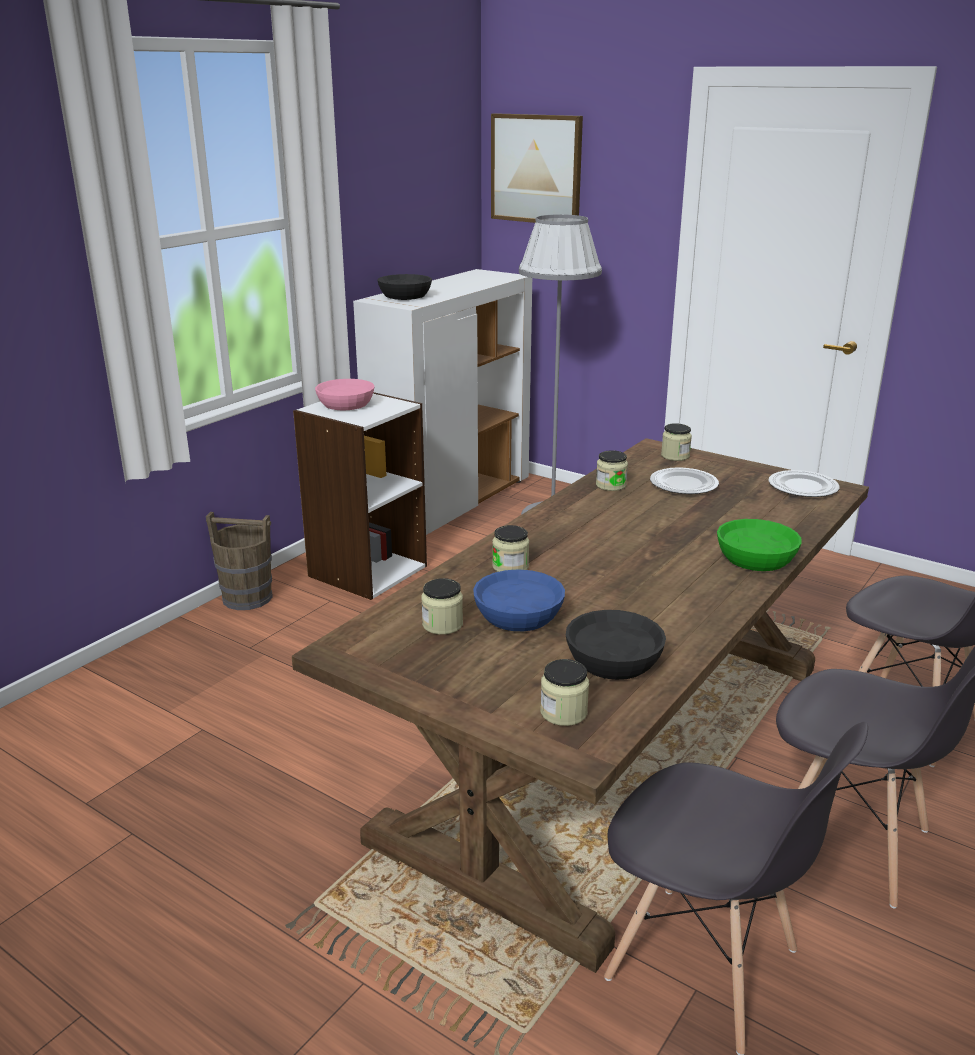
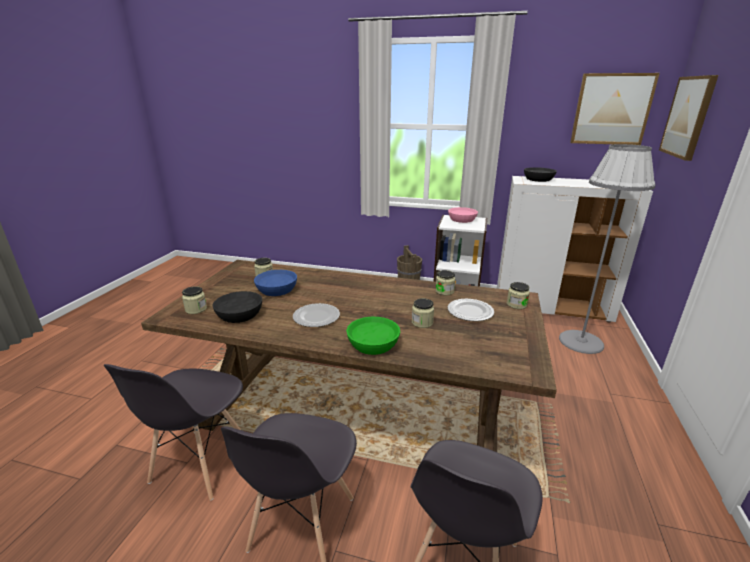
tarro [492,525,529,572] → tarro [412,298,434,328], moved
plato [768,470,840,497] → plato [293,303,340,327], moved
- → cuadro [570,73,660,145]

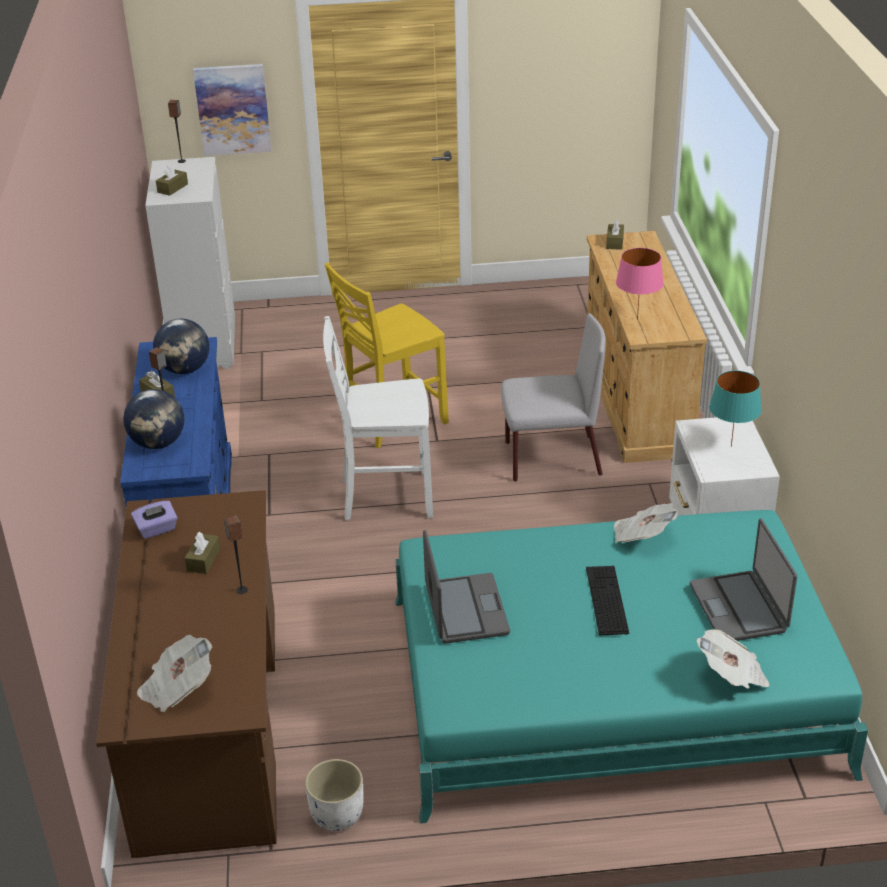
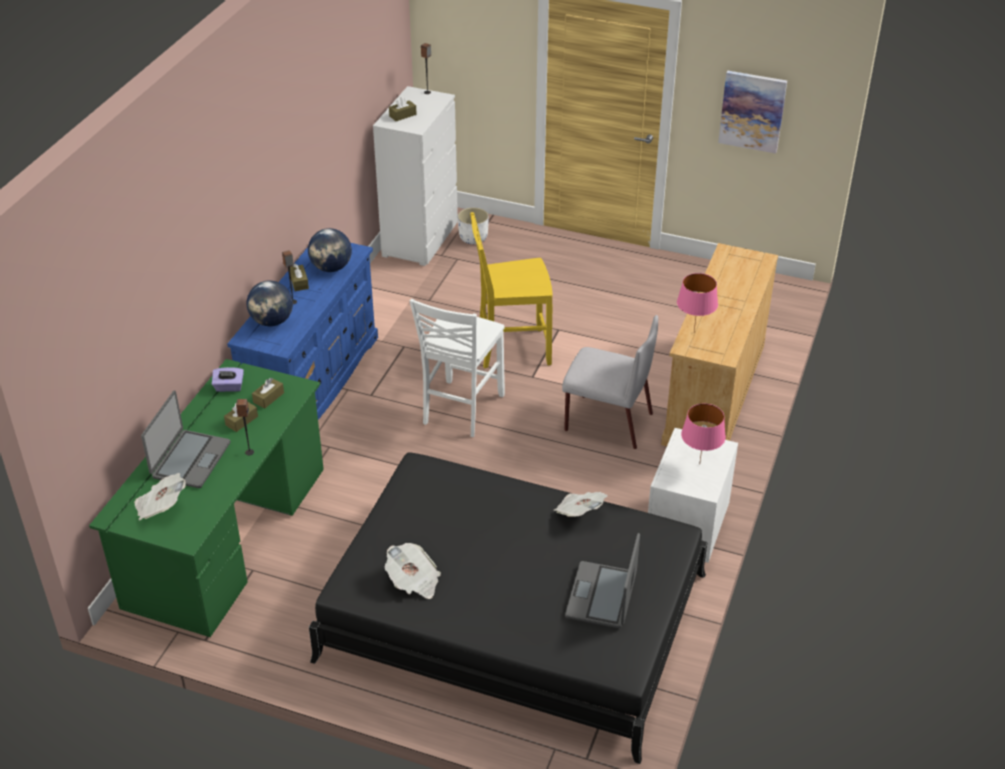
escritorio [marrón] [96,490,277,858] → escritorio [verde] [89,359,324,637]
cuadro [193,64,271,156] → cuadro [718,70,787,154], moved
maceta [blanco] [305,759,364,831] → maceta [blanco] [458,208,489,244], moved
silla [blanco] [323,316,433,520] → silla [blanco] [410,299,505,437], 90 degrees counterclockwise
cama [turquesa] [395,510,868,824] → cama [negro] [309,452,708,764]
portátil [423,530,510,644] → portátil [141,390,230,488], moved
teclado [586,566,629,636] → -
caja de pañuelos [marrón] [606,219,624,250] → caja de pañuelos [marrón] [252,378,284,409], moved
periódico [697,629,770,688] → periódico [384,543,441,599], moved
lámpara de mesa [turquesa] [709,371,762,447] → lámpara de mesa [rosa] [681,403,726,465]

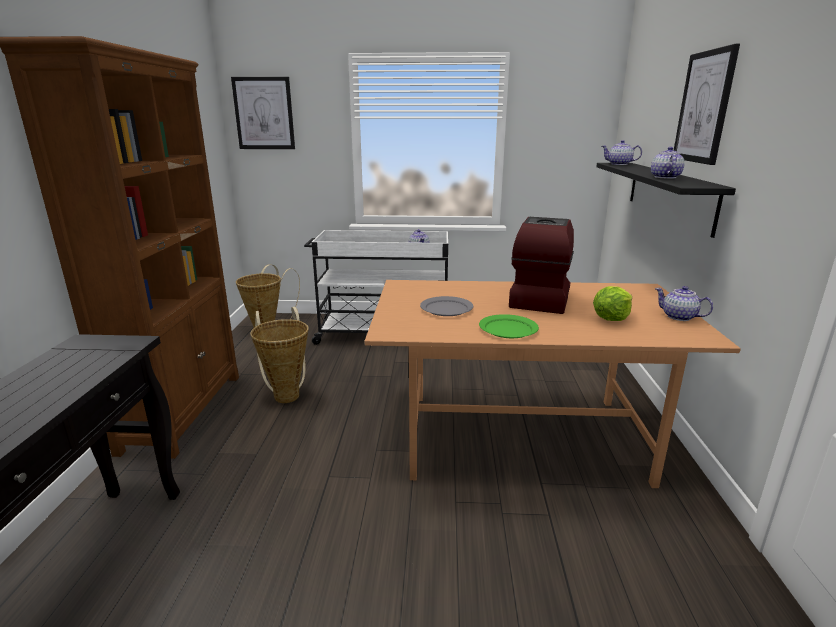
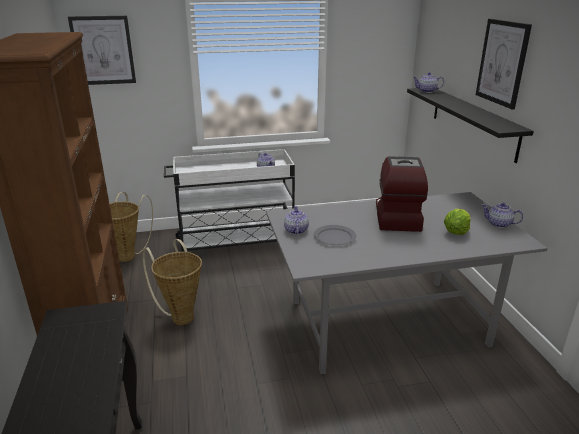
mesa de comedor [marrón] [365,280,741,488] → mesa de comedor [gris] [266,192,548,374]
plato [verde] [479,314,539,338] → -
tetera [651,147,685,178] → tetera [284,206,309,235], moved

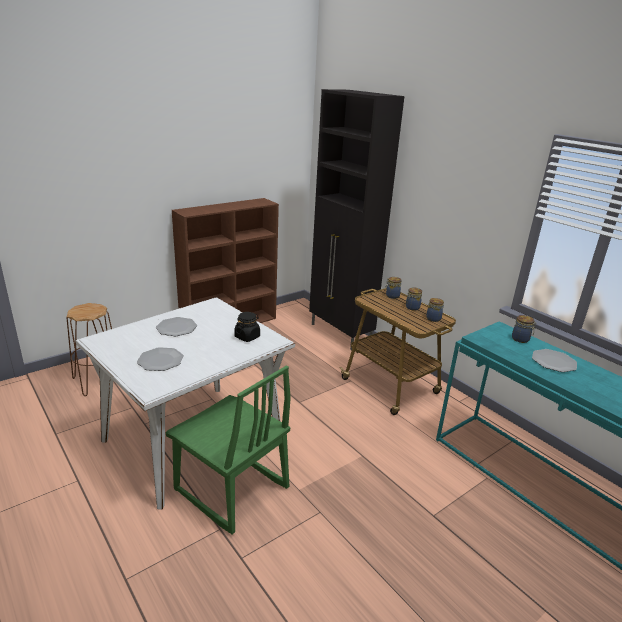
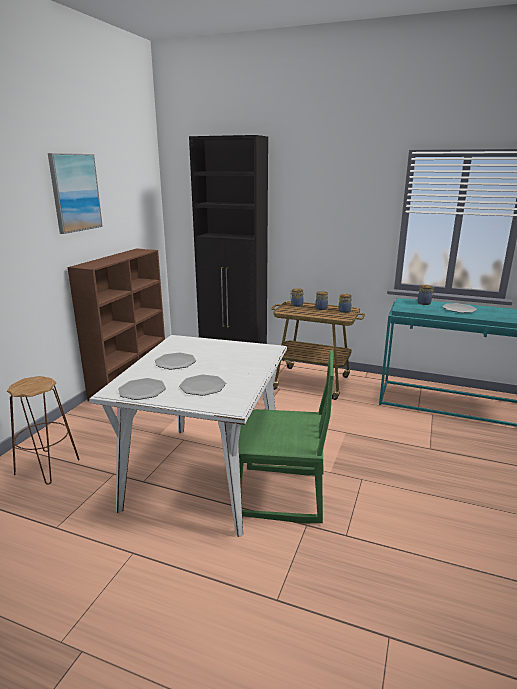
tarro [negro] [234,312,260,342] → -
- → cuadro [48,153,103,234]
- → plato [118,378,166,400]

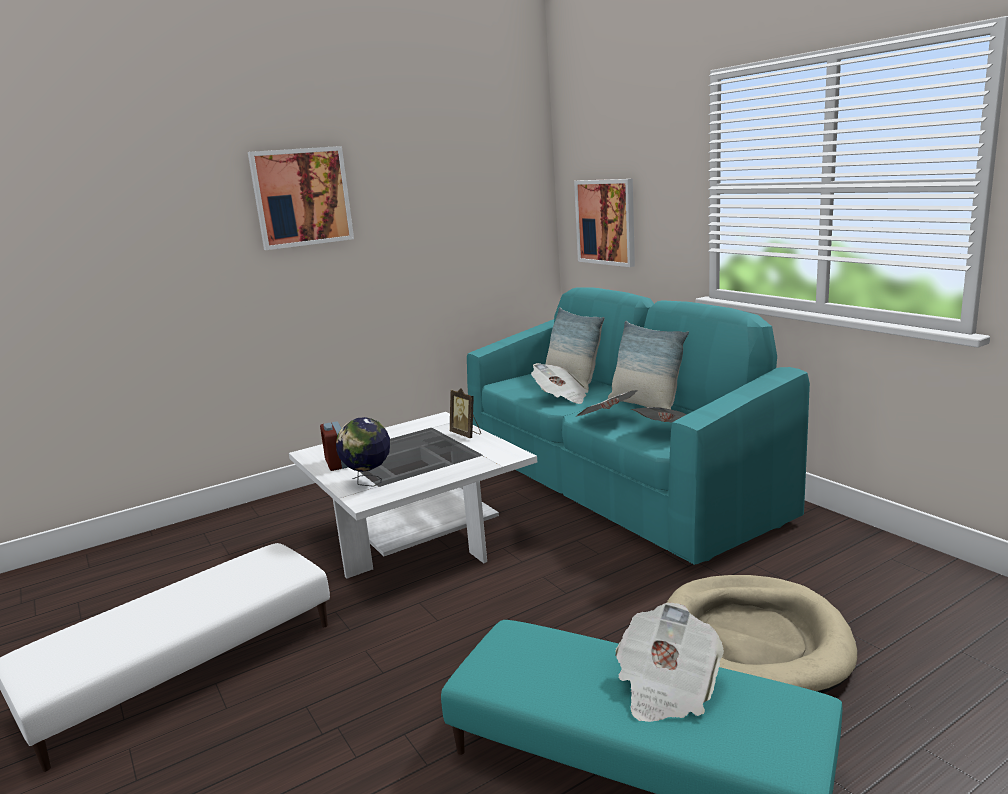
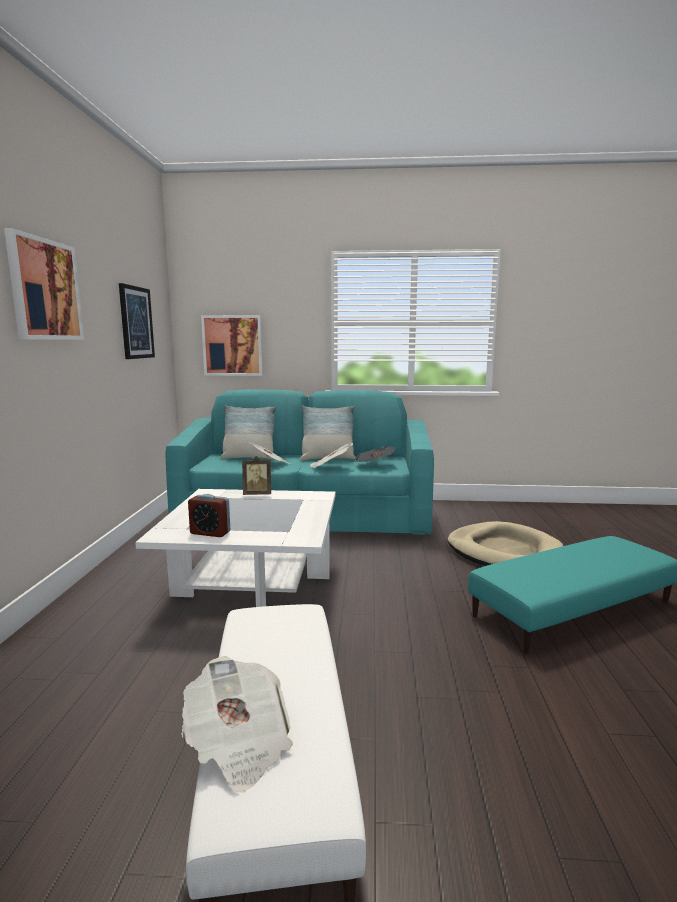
globo terráqueo [336,417,390,487] → -
periódico [615,603,724,722] → periódico [182,656,293,793], moved
- → cuadro [119,283,155,359]

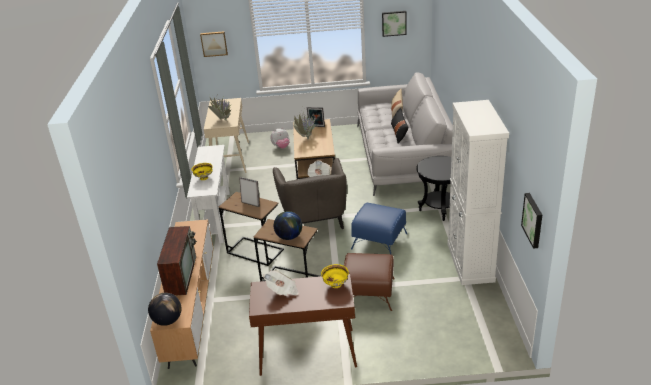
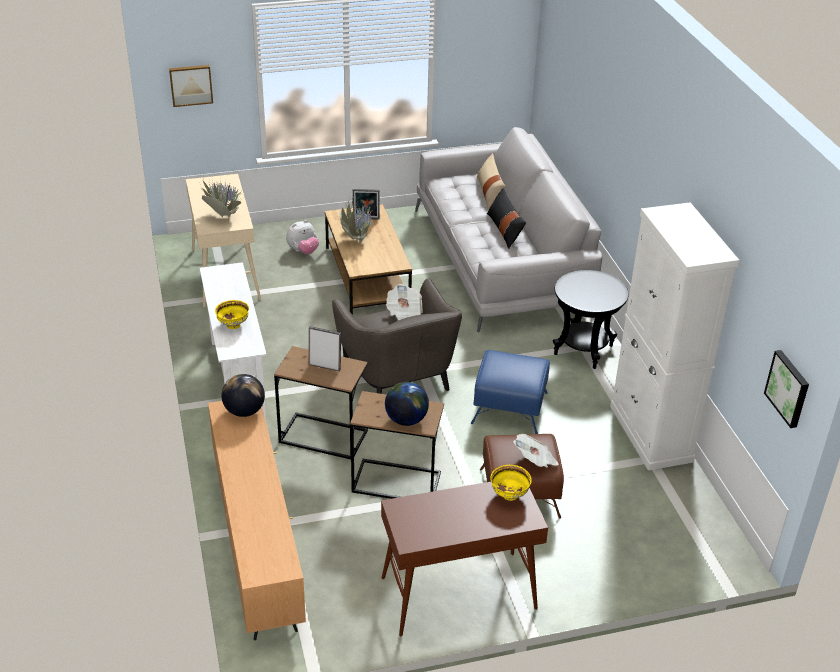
globo terráqueo [148,293,181,326] → globo terráqueo [221,374,265,417], moved
televisor [157,226,197,296] → -
periódico [263,270,299,296] → periódico [513,434,559,468], moved
cuadro [382,11,406,37] → -

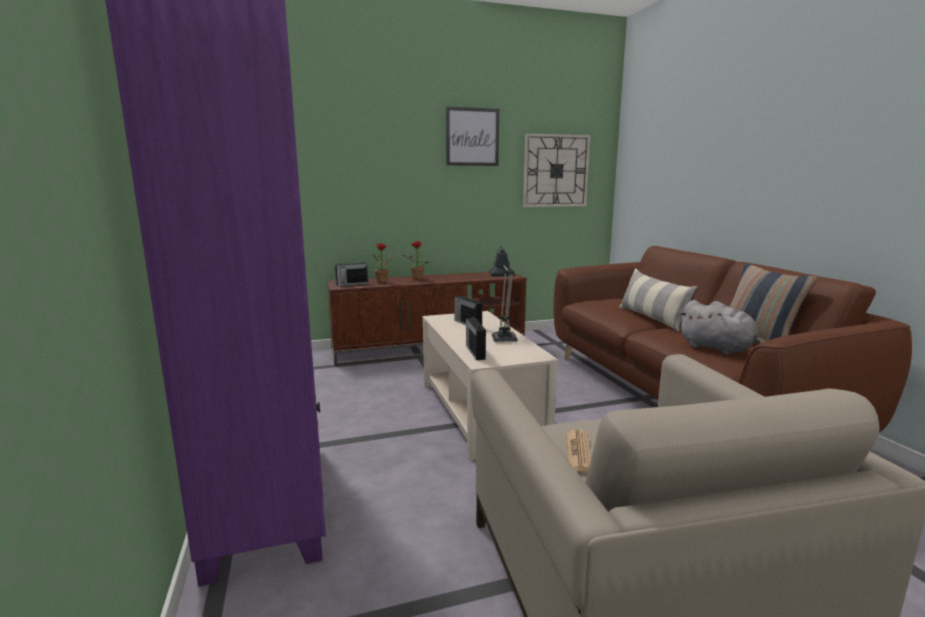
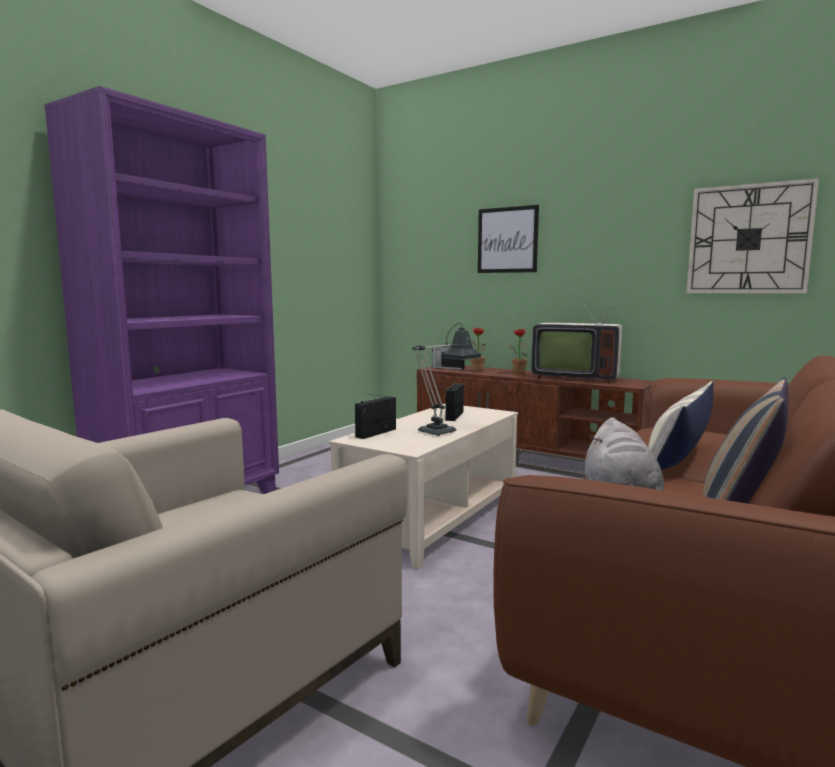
cuadro [446,107,499,166] → cuadro [478,205,539,273], moved
periódico [566,430,591,472] → -
- → televisor [532,283,628,384]

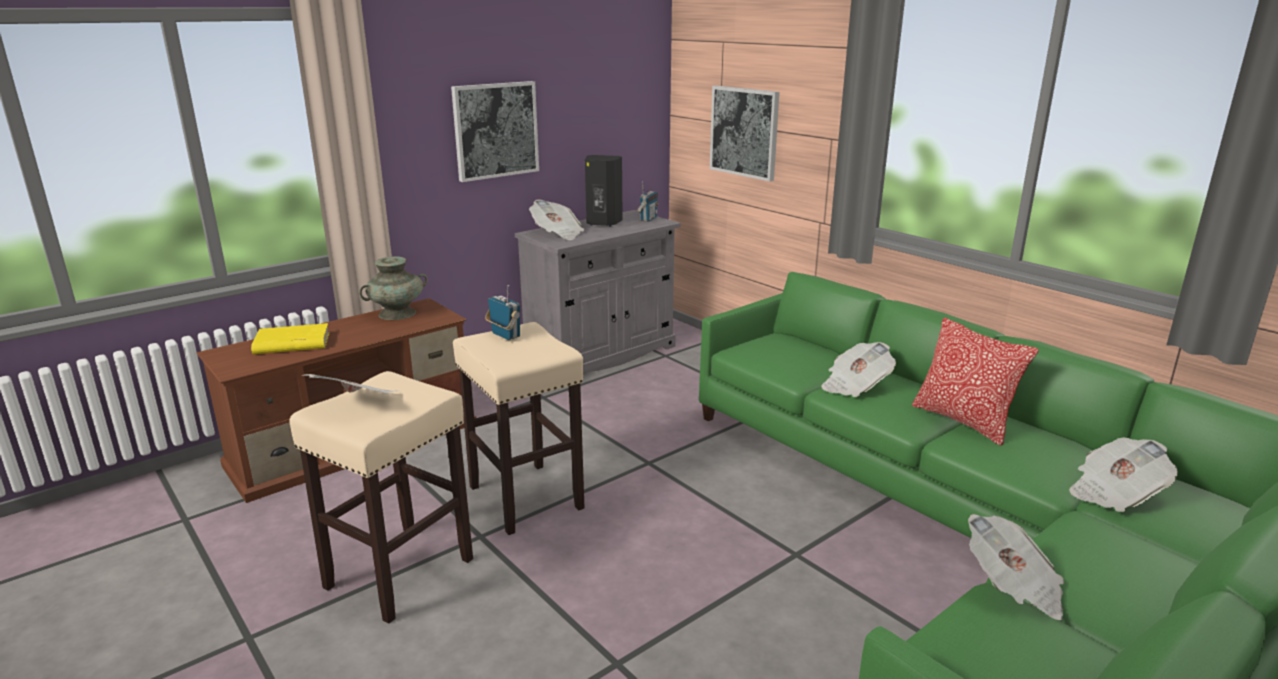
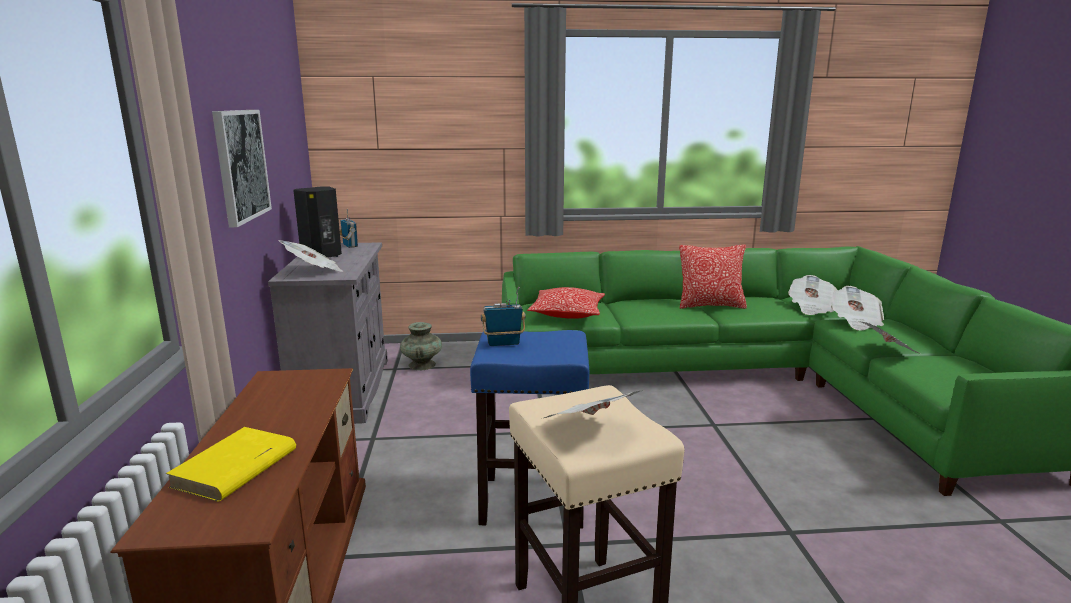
florero [turquesa] [359,256,428,320] → florero [turquesa] [400,322,442,370], moved
taburete [beis] [453,322,585,535] → taburete [azul] [470,330,589,529]
cuadro [710,86,780,182] → -
periódico [821,342,896,397] → periódico [831,286,884,330], moved
- → cojín [527,287,605,319]

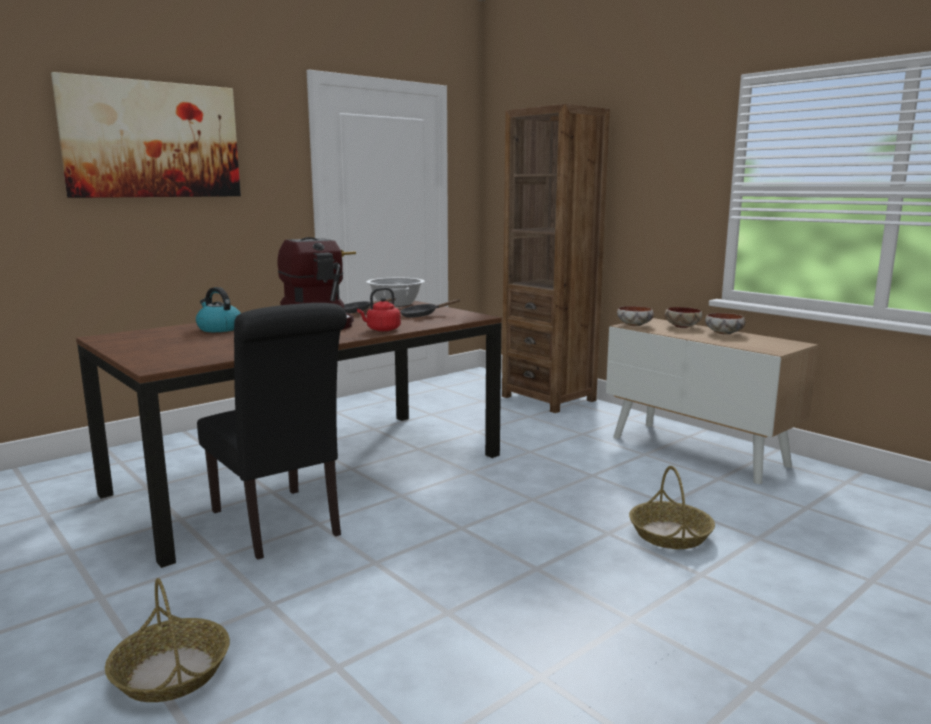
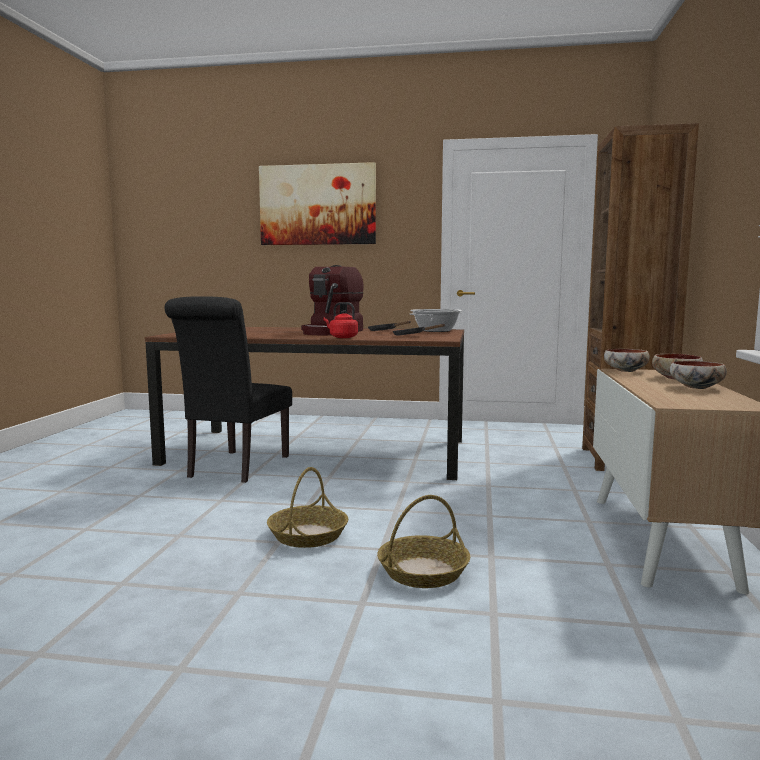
cesta [105,578,230,702] → cesta [267,467,348,548], moved
hervidor [196,287,241,332] → -

